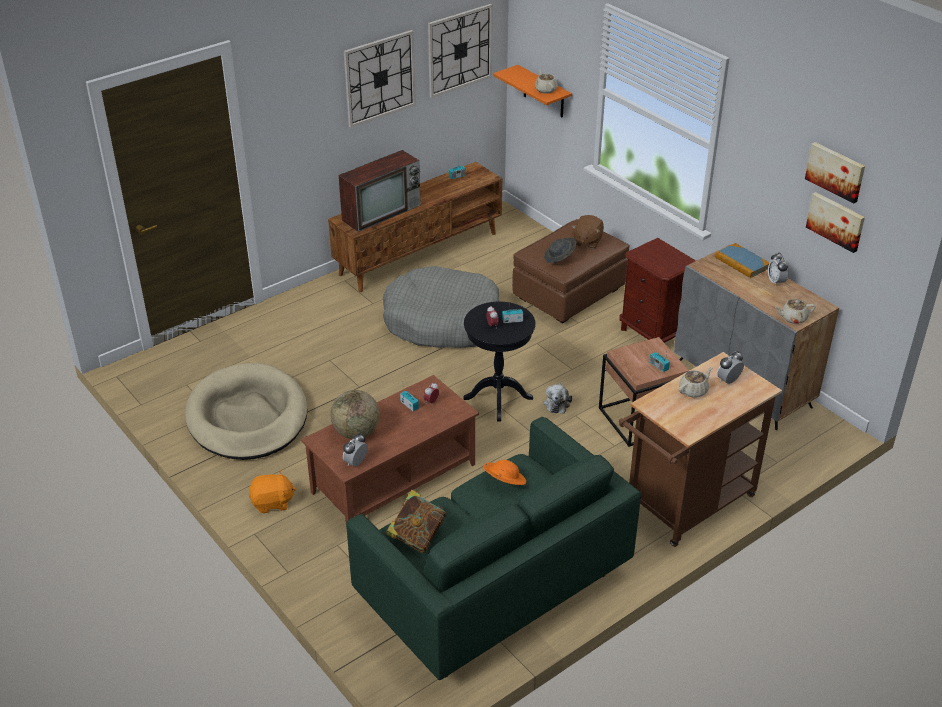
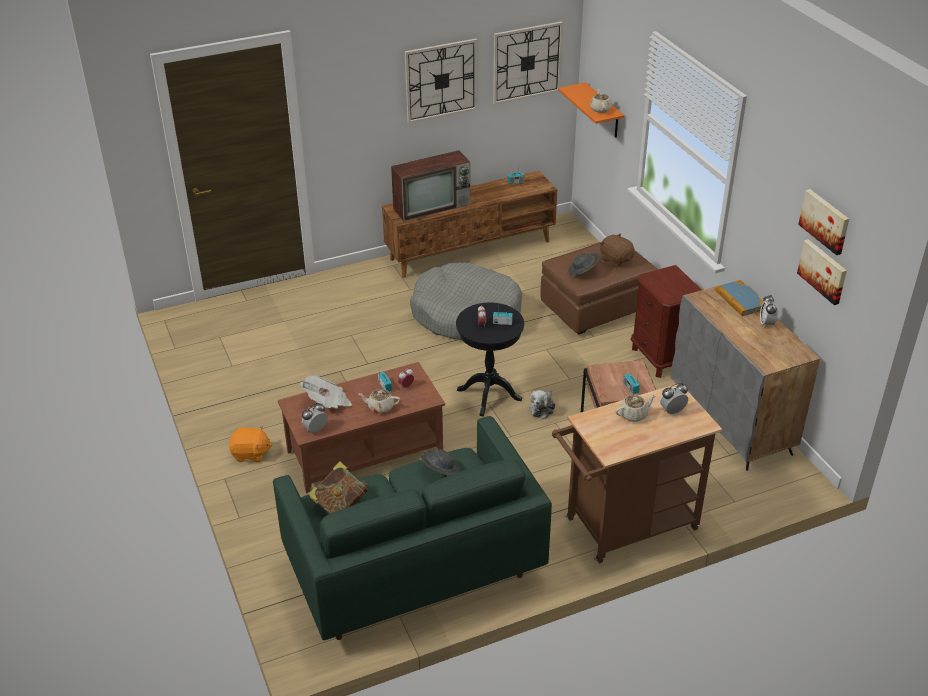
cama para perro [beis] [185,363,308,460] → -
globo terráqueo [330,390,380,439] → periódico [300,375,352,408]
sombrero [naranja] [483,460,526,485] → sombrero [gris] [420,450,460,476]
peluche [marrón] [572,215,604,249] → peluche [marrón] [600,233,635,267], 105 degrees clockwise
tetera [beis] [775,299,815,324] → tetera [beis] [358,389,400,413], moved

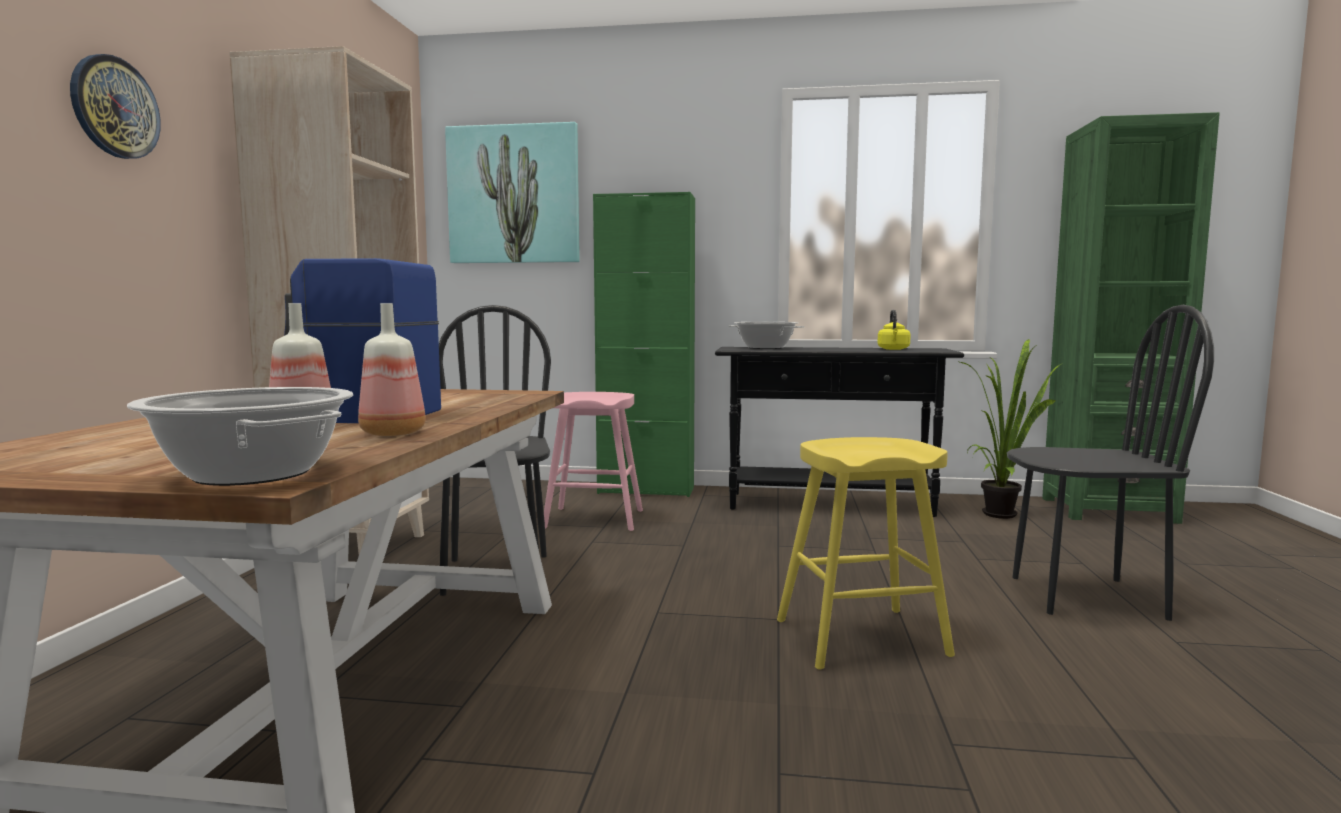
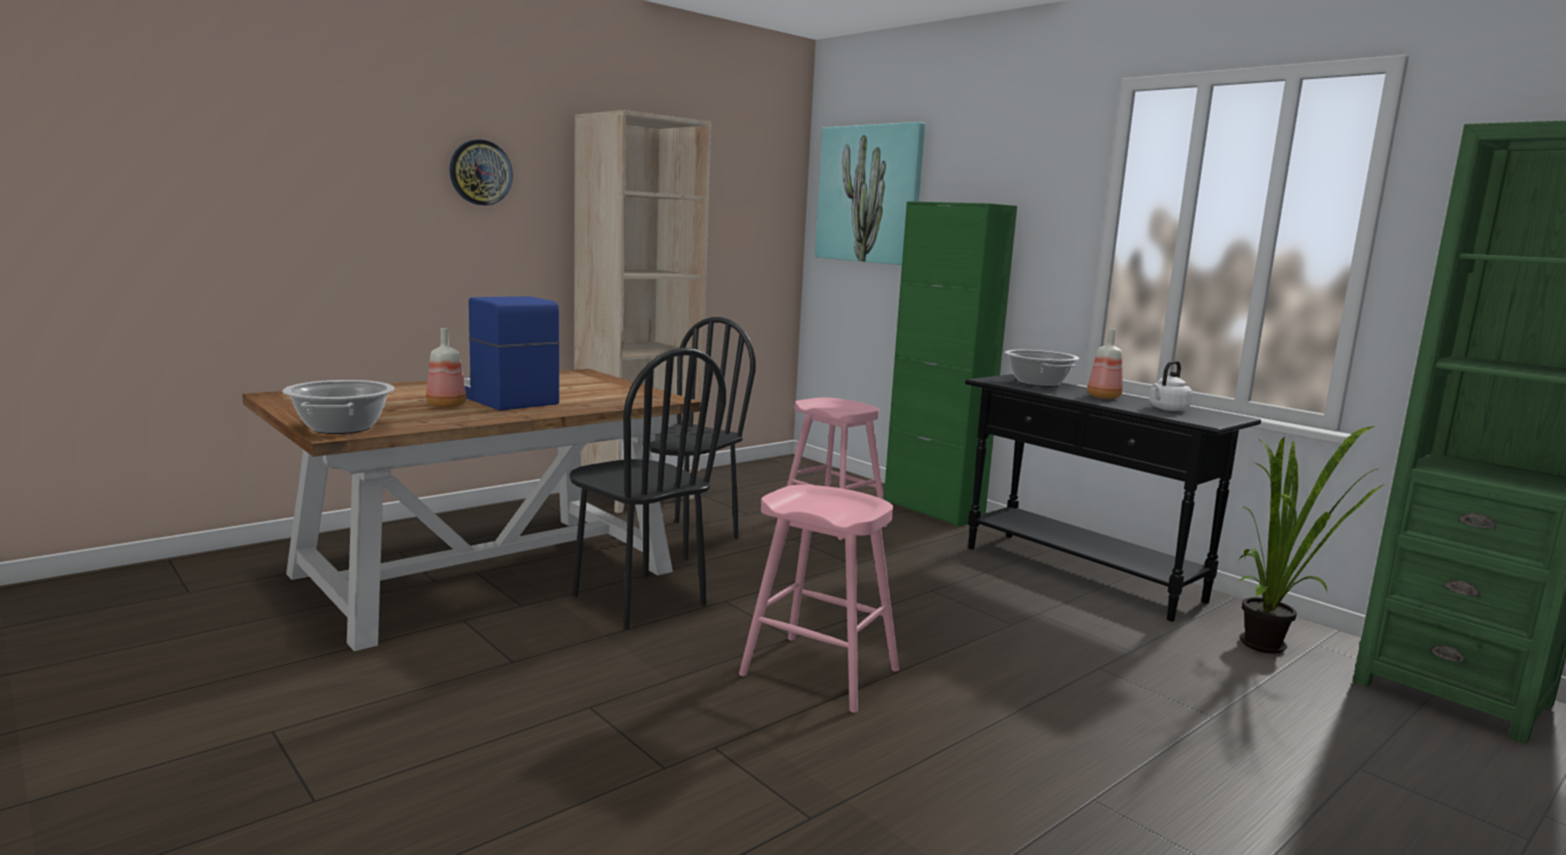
botella [358,303,426,436] → botella [1087,329,1123,399], moved
taburete [amarillo] [777,437,955,670] → taburete [rosa] [739,485,899,713]
hervidor [amarillo] [878,310,911,350] → hervidor [blanco] [1149,361,1192,411]
silla [negro] [1007,305,1214,621] → silla [negro] [569,348,726,630], moved

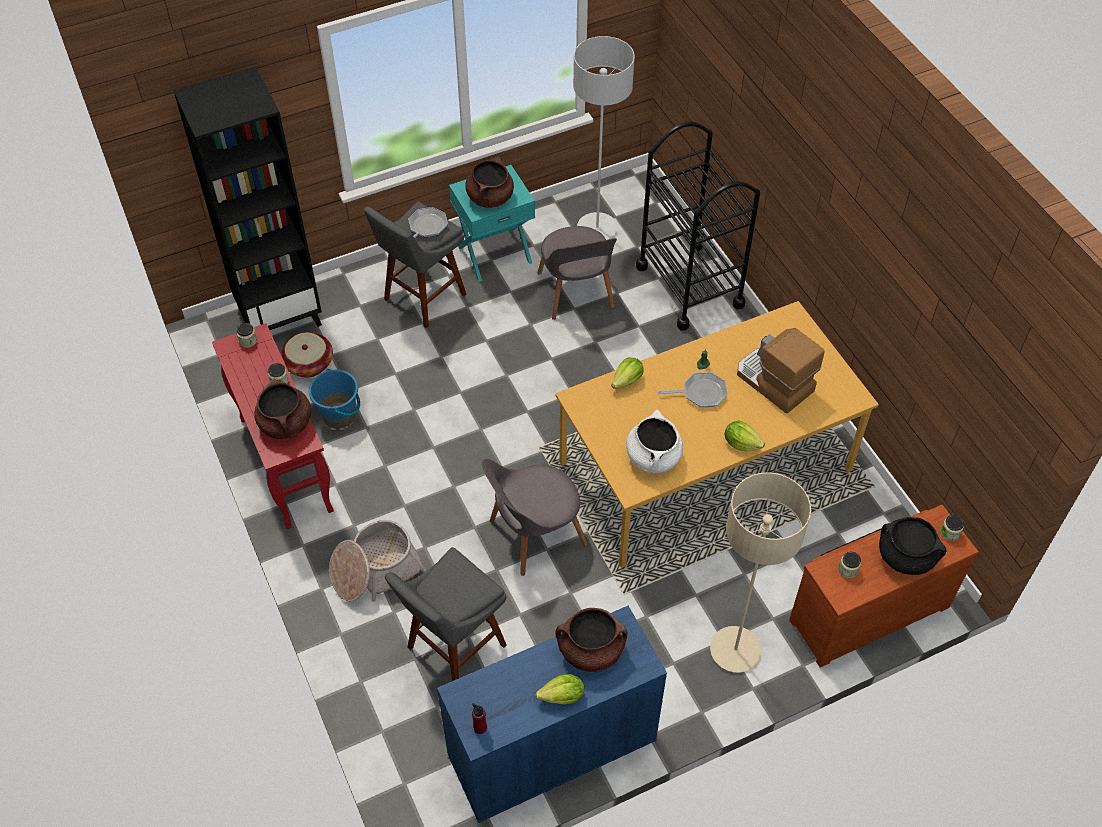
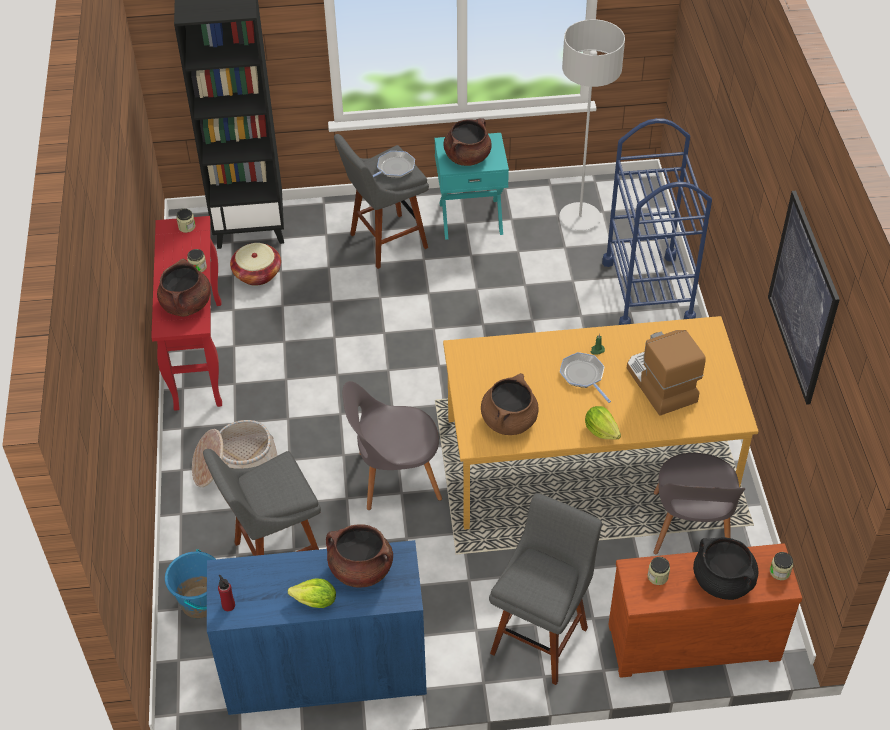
cubo [azul] [309,369,360,429] → cubo [azul] [165,549,216,619], moved
silla [gris] [538,226,617,320] → silla [gris] [653,453,745,554], moved
lechuga [611,358,644,389] → -
olla [blanco] [626,410,683,473] → olla [marrón] [481,373,539,435]
carrito [negro] [636,122,760,331] → carrito [azul] [602,118,712,325]
sartén [658,372,728,407] → sartén [560,352,611,403], 135 degrees counterclockwise
lámpara de pie [beis] [710,472,811,673] → taburete [gris] [489,493,602,685]
- → cuadro [768,191,840,405]

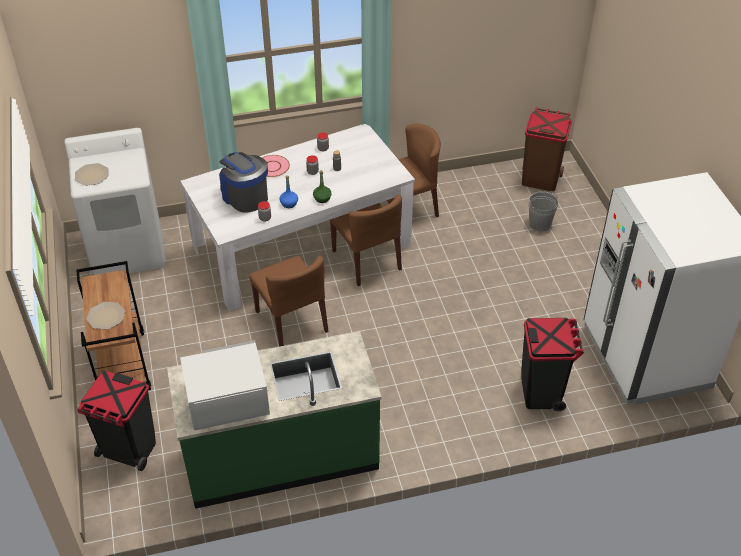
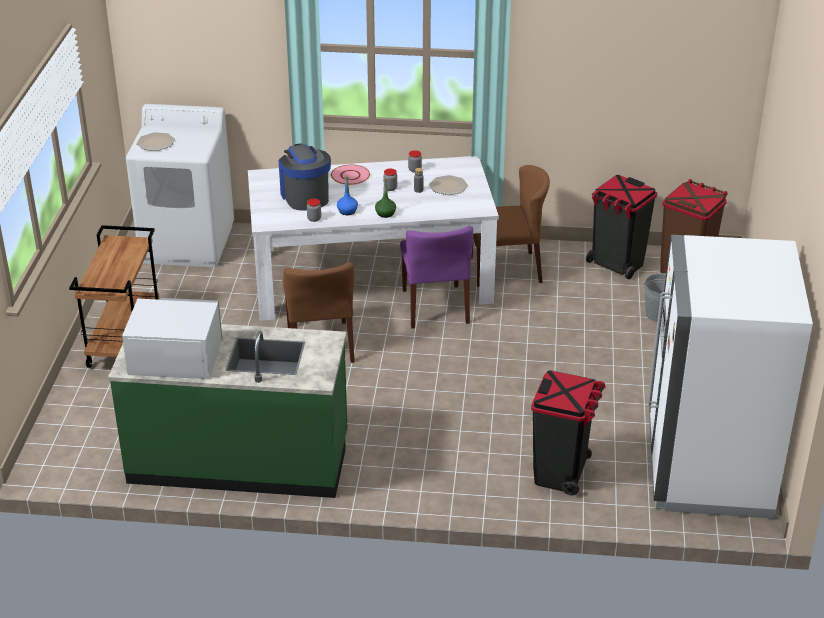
papelera [negro] [77,371,156,471] → papelera [negro] [586,175,657,279], moved
plato [86,302,125,329] → plato [429,175,468,195], moved
silla [marrón] [330,195,402,286] → silla [morado] [400,226,473,329]

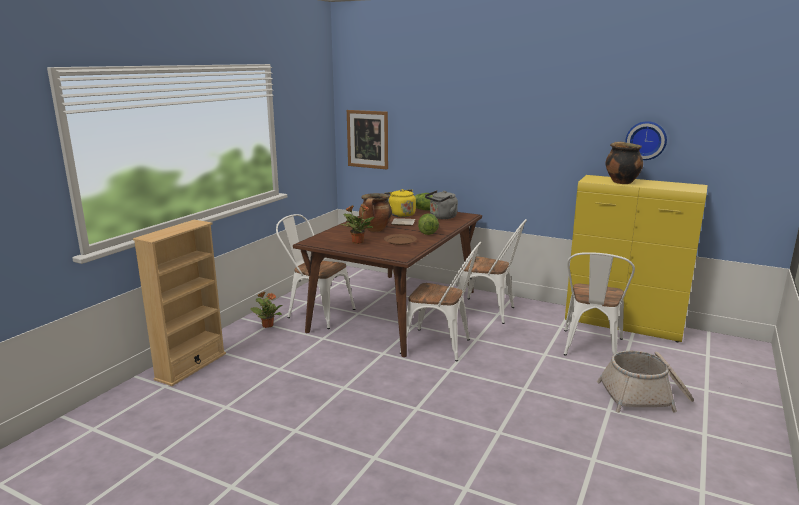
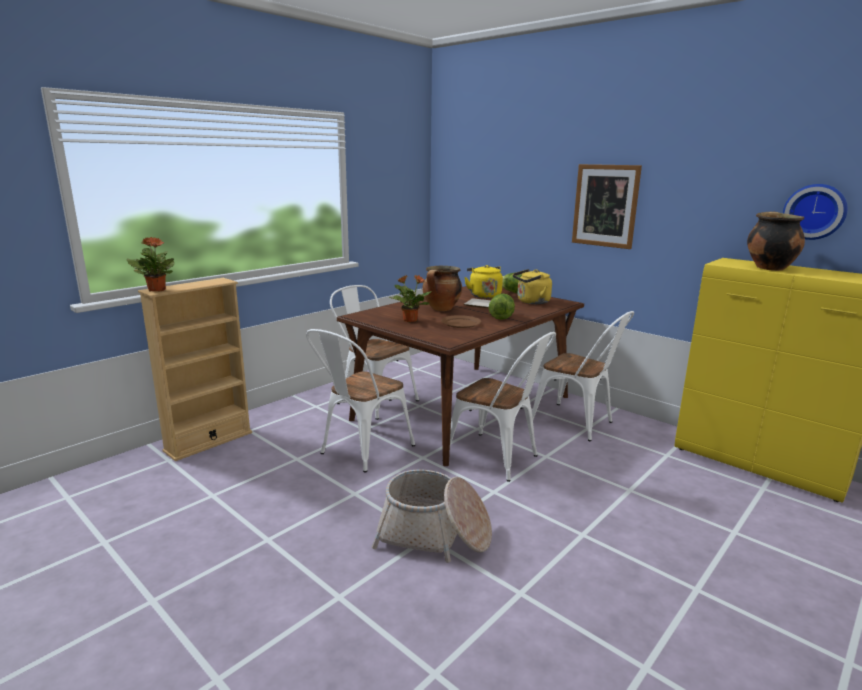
planta en maceta [250,292,283,328] → planta en maceta [126,237,174,292], moved
cuadro [347,110,388,170] → cuadro [572,164,642,249], moved
hervidor [gris] [425,190,458,219] → hervidor [amarillo] [513,269,552,304]
silla [blanco] [564,252,635,356] → silla [blanco] [306,329,415,473], moved
cesta [597,351,694,413] → cesta [372,470,492,563], moved

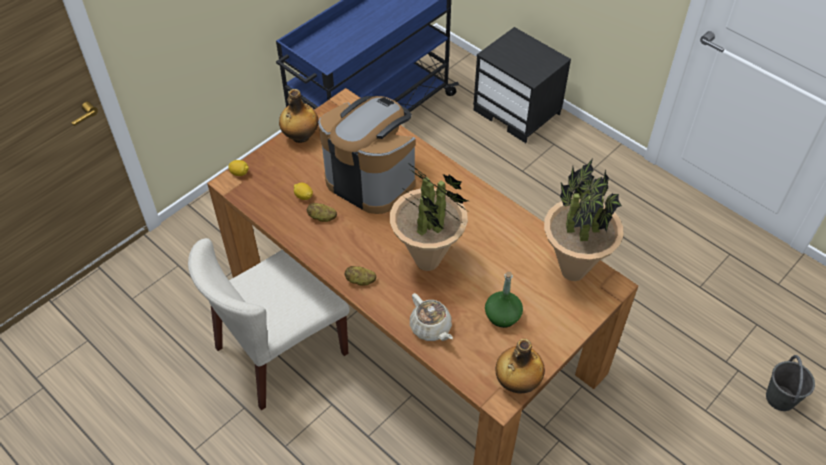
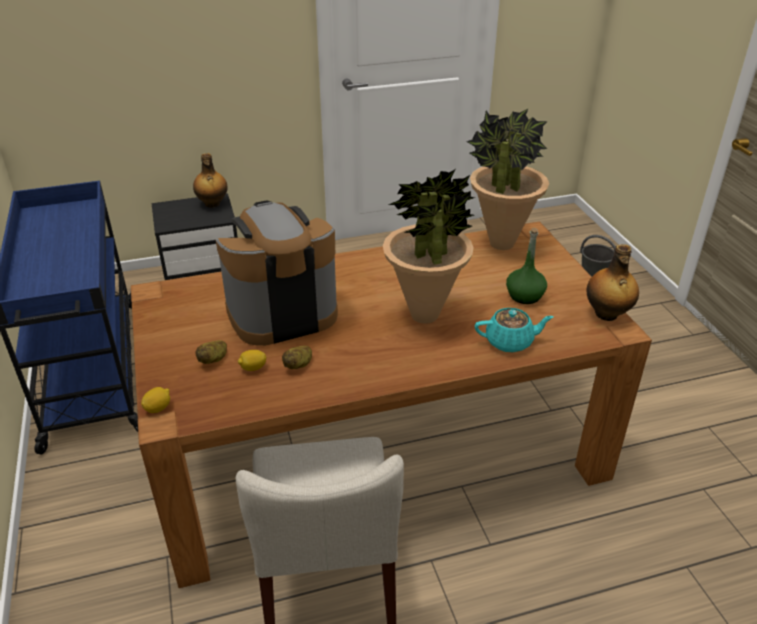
botella [279,89,318,143] → botella [193,153,228,208], moved
patata [345,266,376,286] → patata [195,340,227,364], moved
tetera [beis] [410,293,453,341] → tetera [turquesa] [475,308,554,353]

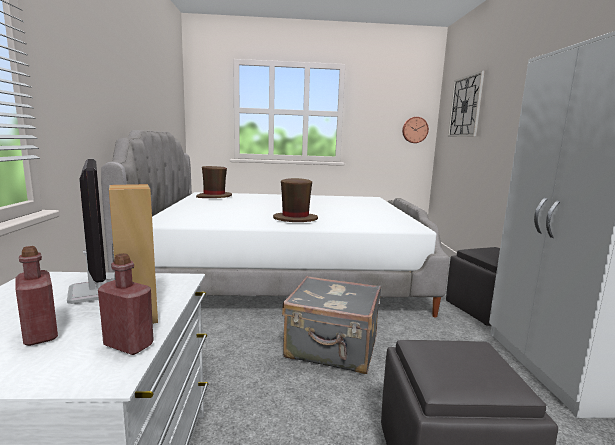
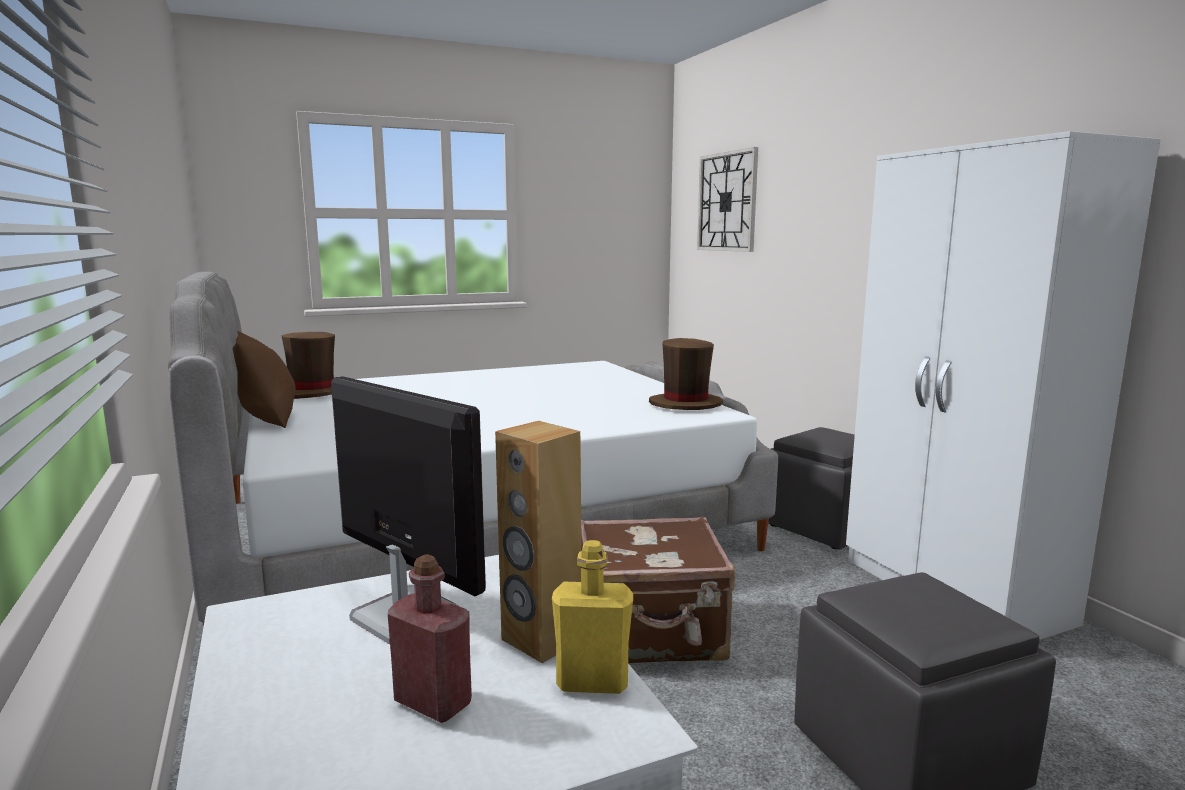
botella [rojo] [98,253,154,355] → botella [amarillo] [552,540,633,694]
sombrero [marrón] [273,178,318,222] → sombrero [marrón] [649,338,723,410], moved
maleta [gris] [282,276,381,374] → maleta [marrón] [581,516,735,663]
reloj de pared [402,117,429,143] → -
- → cojín [marrón] [232,331,296,428]

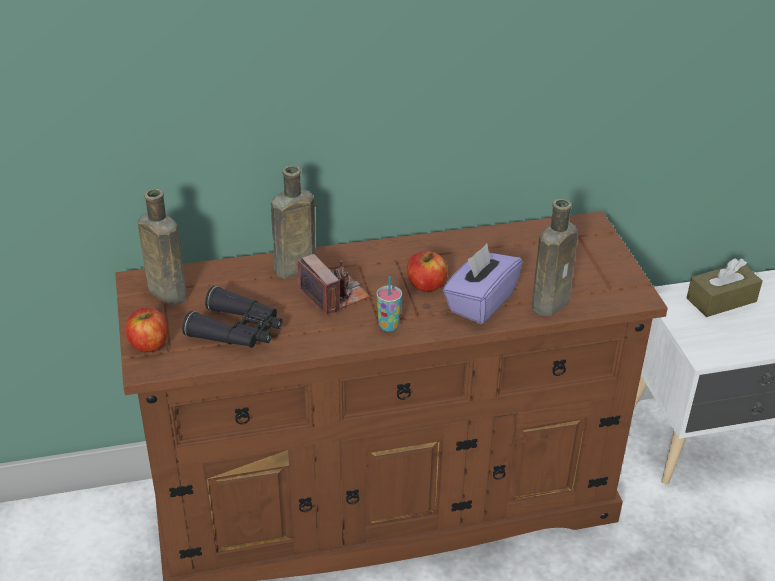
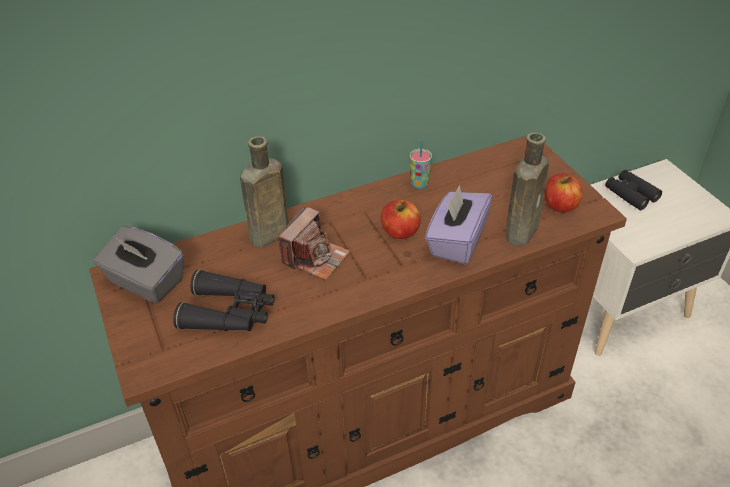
manzana [125,308,168,352] → manzana [544,173,583,212], moved
botella [marrón] [138,188,187,305] → caja de pañuelos [gris] [94,226,184,303]
cámara [298,254,370,315] → cámara [278,206,350,281], 75 degrees clockwise
taza [376,276,402,331] → taza [410,140,432,189], moved
caja de pañuelos [marrón] [687,258,763,317] → prismáticos [negro] [605,170,662,210]

